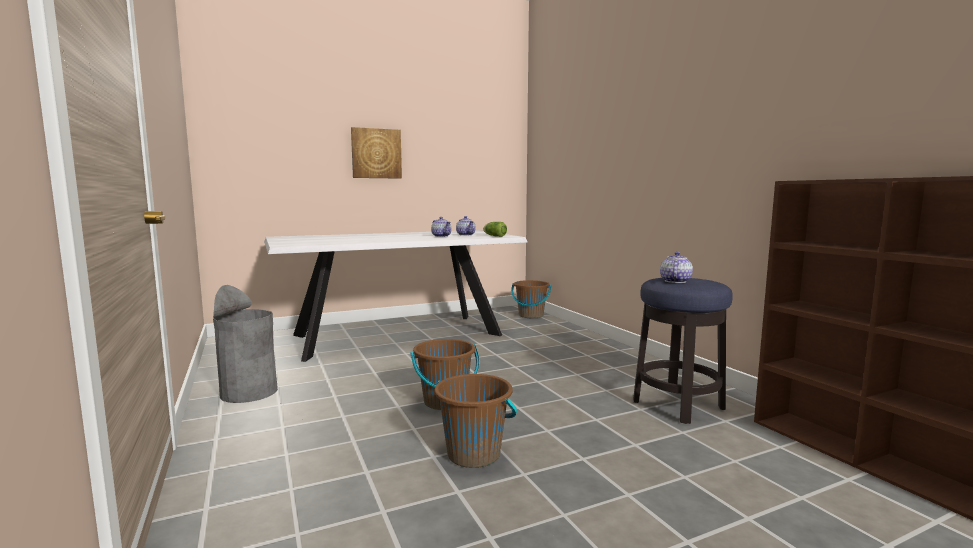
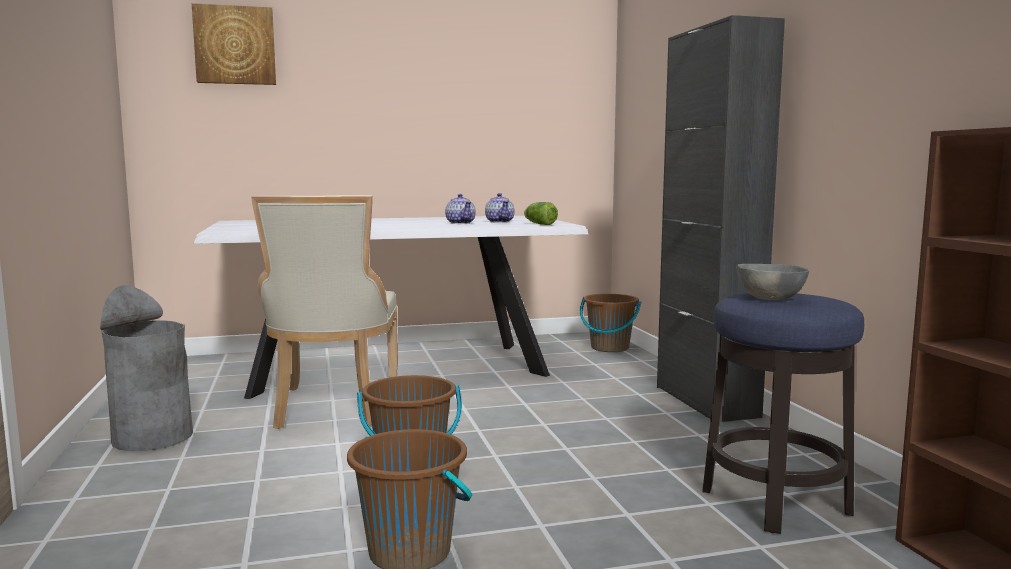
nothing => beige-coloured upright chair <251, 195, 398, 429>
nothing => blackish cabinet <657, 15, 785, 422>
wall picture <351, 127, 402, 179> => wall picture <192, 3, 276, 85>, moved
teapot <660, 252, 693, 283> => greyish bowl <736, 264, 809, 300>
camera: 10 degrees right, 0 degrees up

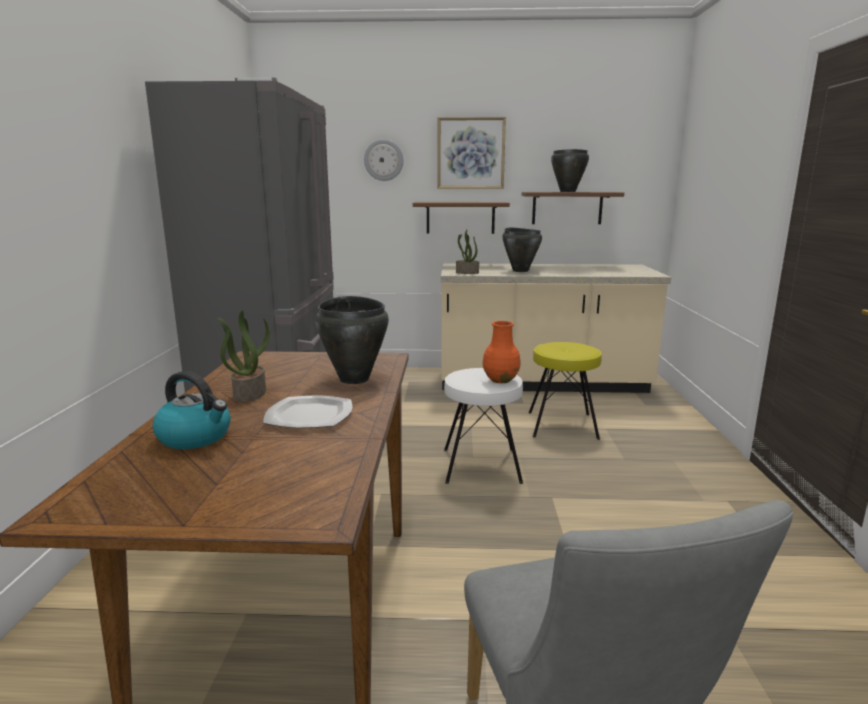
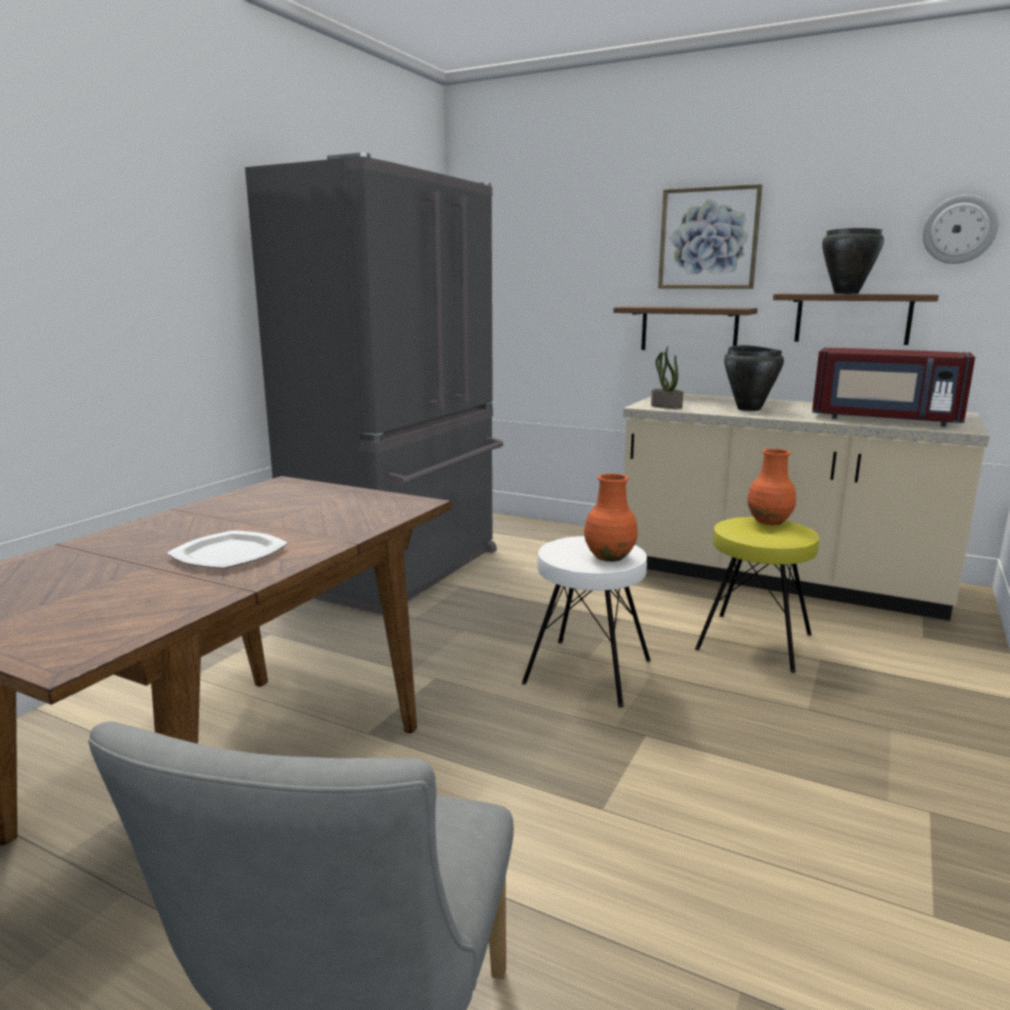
kettle <153, 371, 231, 449> => nothing
potted plant <218, 310, 270, 402> => nothing
blackish saucepot <315, 296, 389, 384> => nothing
nothing => orange-coloured vase <747, 449, 796, 525>
nothing => red-coloured microwave <812, 348, 975, 427>
wall clock <364, 139, 404, 181> => wall clock <923, 195, 999, 264>, moved
camera: 25 degrees right, 0 degrees up

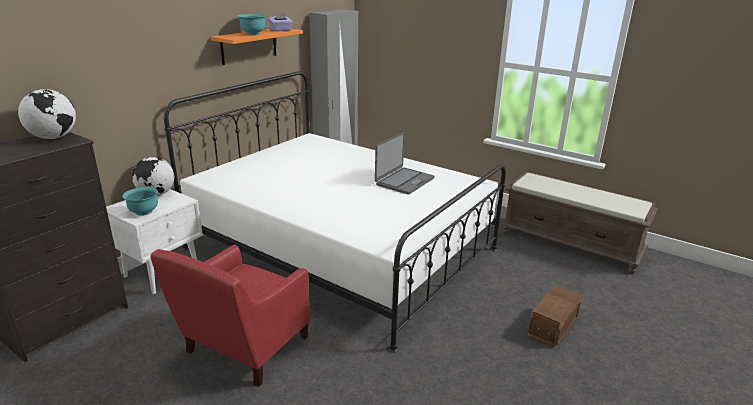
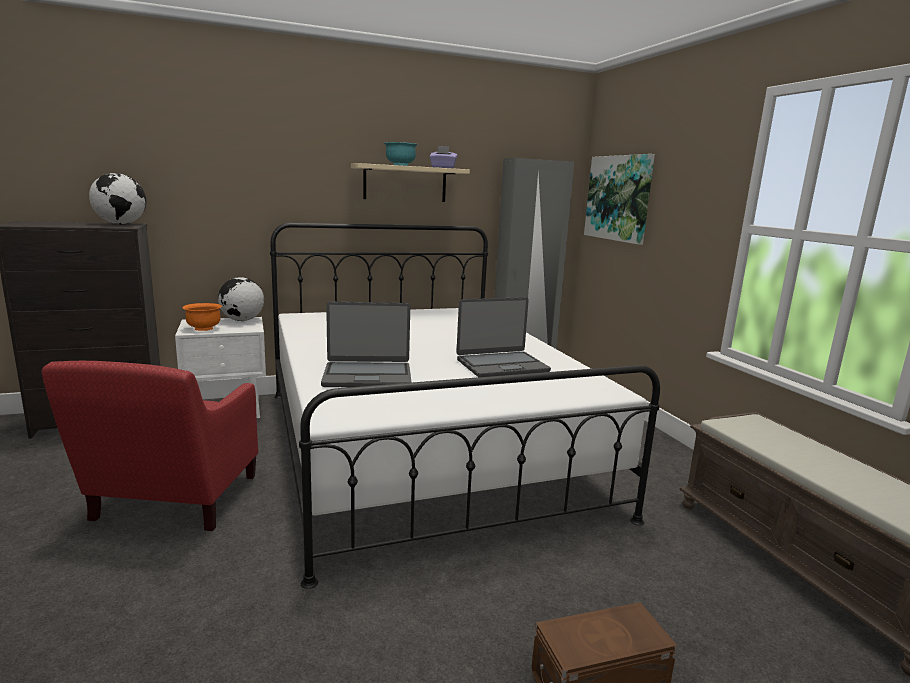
nothing => laptop <321, 302, 412, 387>
nothing => wall picture <584, 154, 655, 245>
blue-green bowl <122, 187, 158, 216> => orange-coloured bowl <182, 303, 222, 331>
orange-coloured bracket shelf <211, 29, 303, 65> => beige-coloured bracket shelf <351, 163, 470, 202>
red-coloured armchair <151, 245, 310, 387> => red-coloured armchair <42, 361, 258, 531>, 60 degrees counterclockwise
camera: 35 degrees right, 10 degrees down

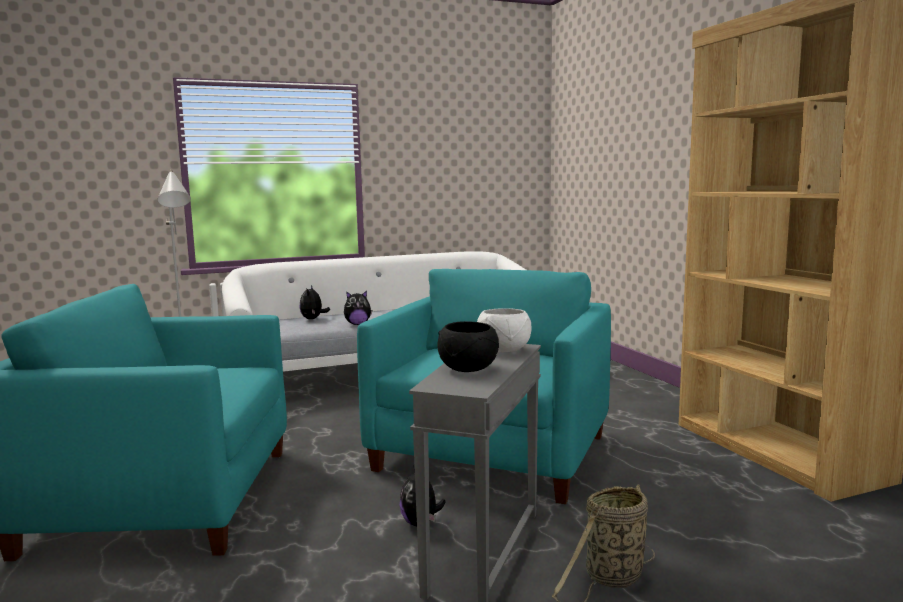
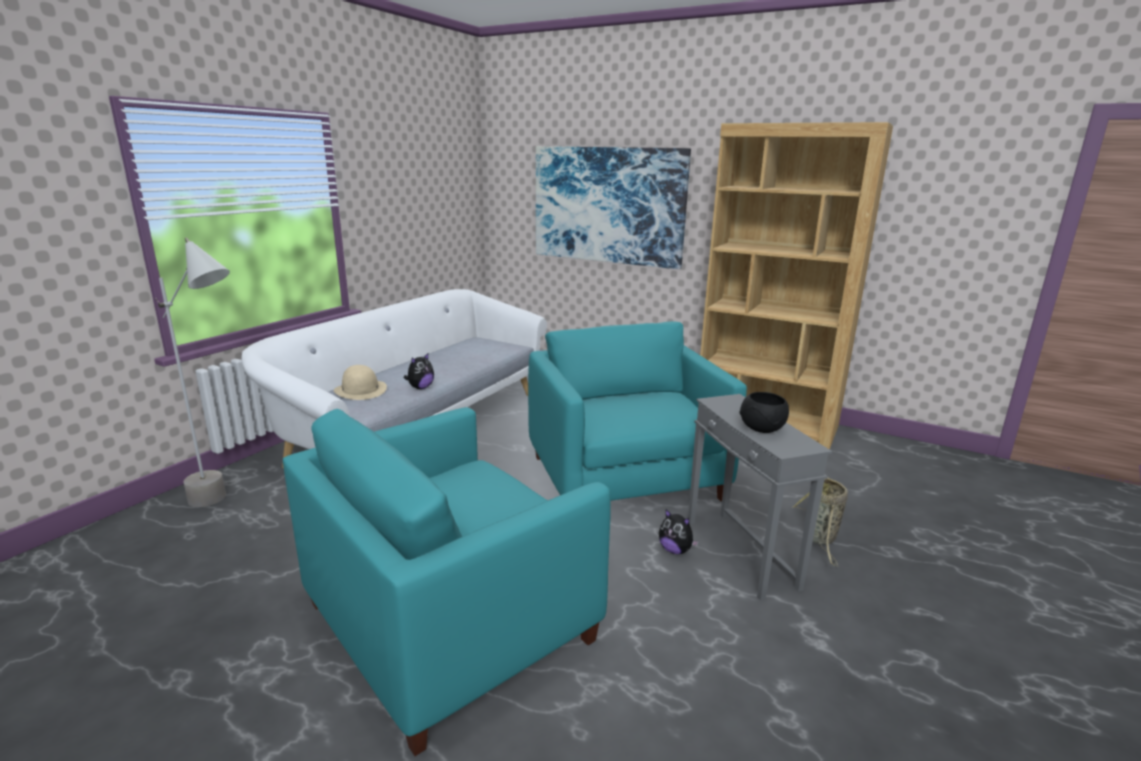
whitish bowl <477, 308, 532, 353> => nothing
nothing => wall picture <536, 146, 691, 269>
cuddly toy <299, 285, 330, 319> => beige-coloured wearable hat <334, 365, 387, 400>
camera: 40 degrees left, 10 degrees up

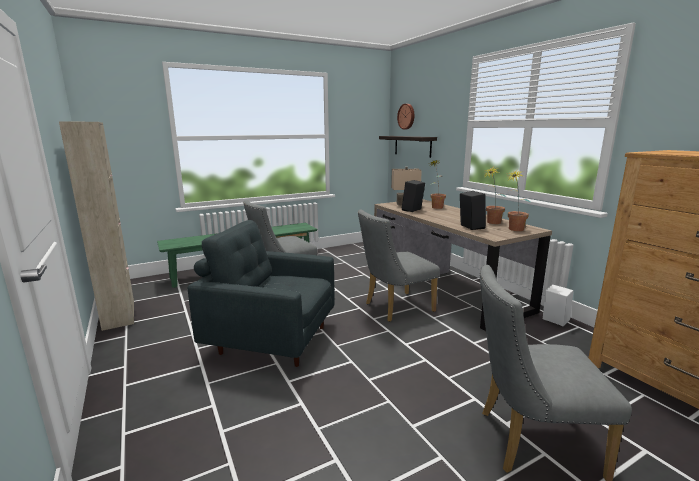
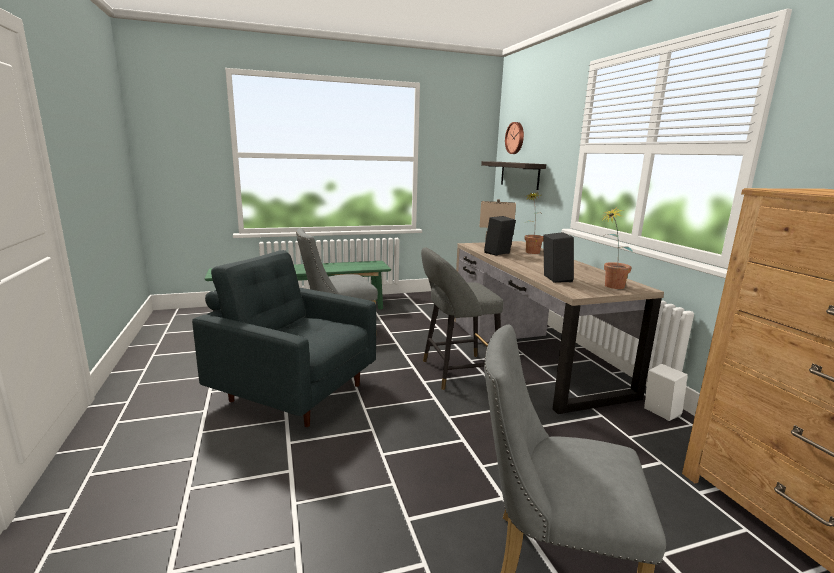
beige-coloured cabinet <59, 122, 134, 331> => nothing
potted plant <485, 167, 506, 224> => nothing
greyish upright chair <358, 209, 440, 322> => greyish stool seat <421, 247, 503, 390>
camera: 10 degrees right, 0 degrees up

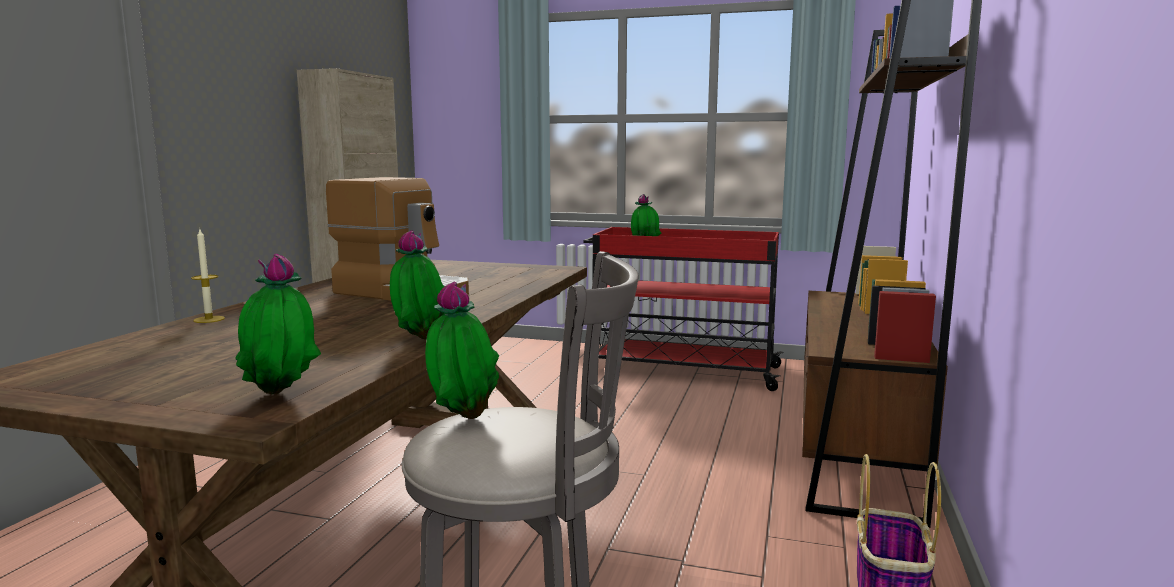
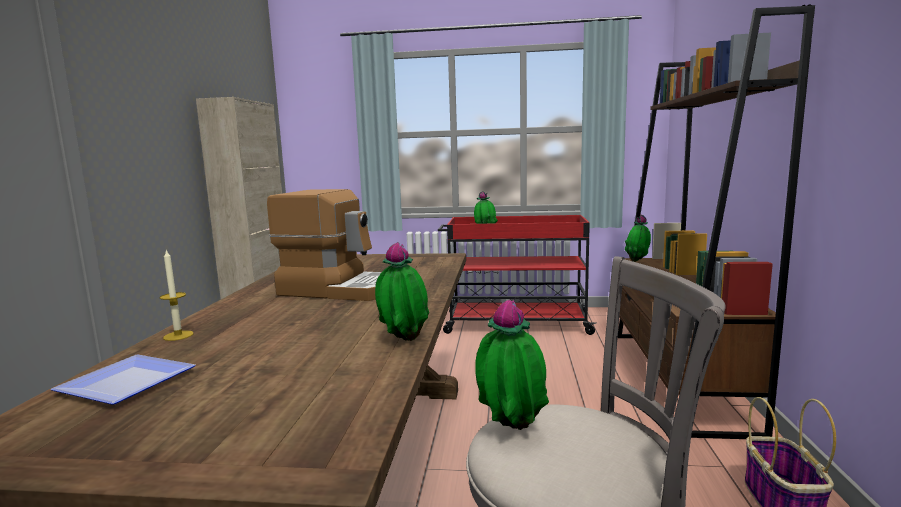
nothing => flat dish <50, 354, 195, 405>
potted plant <235, 254, 321, 394> => potted plant <625, 215, 651, 262>, moved
camera: 10 degrees left, 0 degrees up

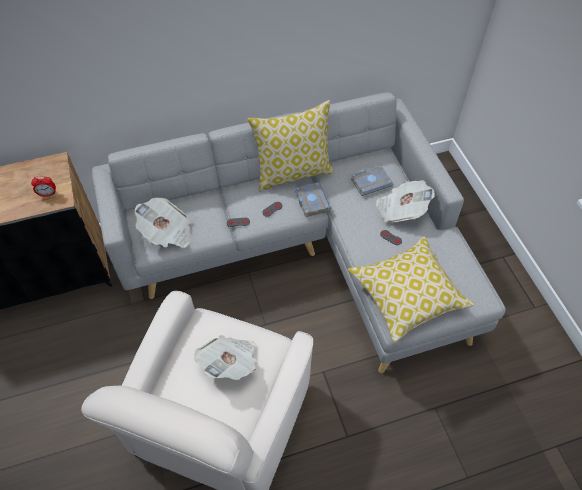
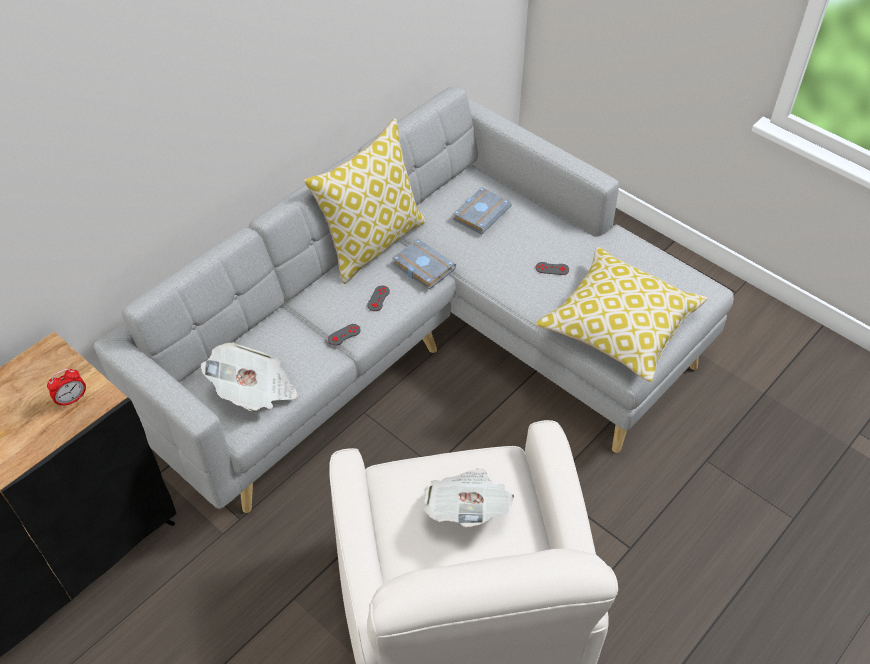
daily paper <375, 180, 435, 223> => nothing
camera: 30 degrees left, 5 degrees down

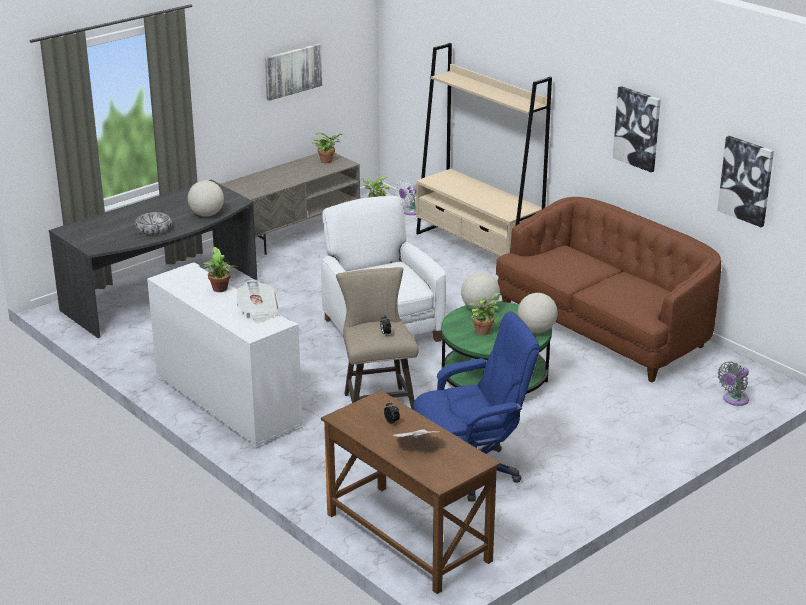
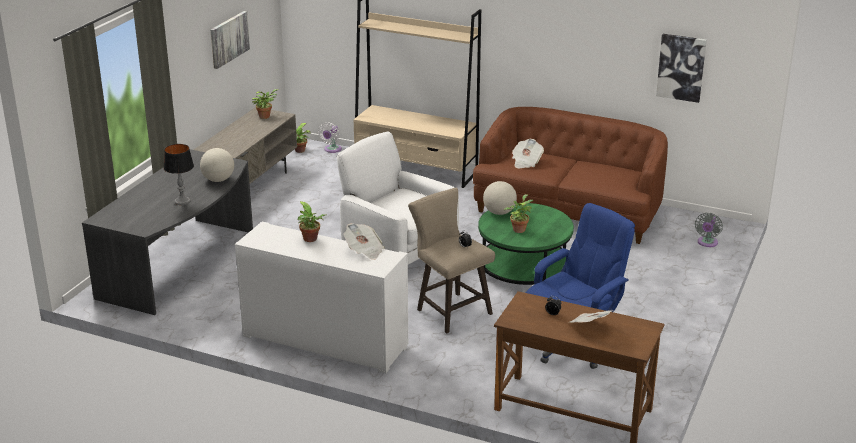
globe <517, 293, 558, 333> => nothing
wall picture <613, 86, 661, 172> => nothing
nothing => daily paper <512, 139, 544, 168>
bowl <135, 212, 172, 235> => tabletop lamp <163, 144, 194, 205>
camera: 25 degrees left, 0 degrees up

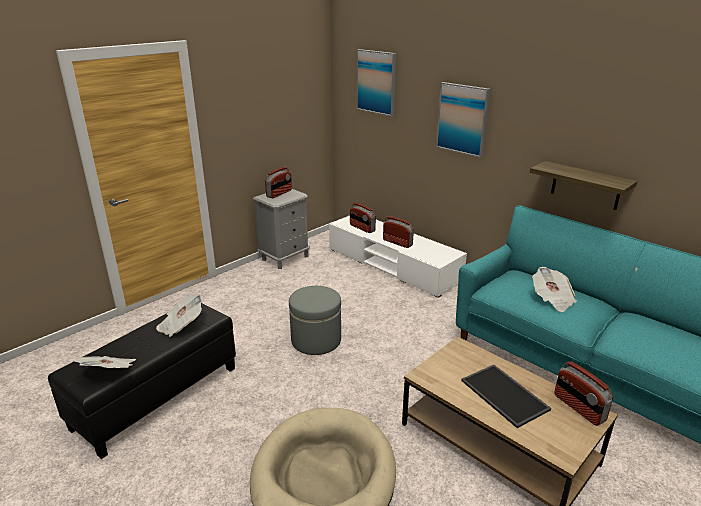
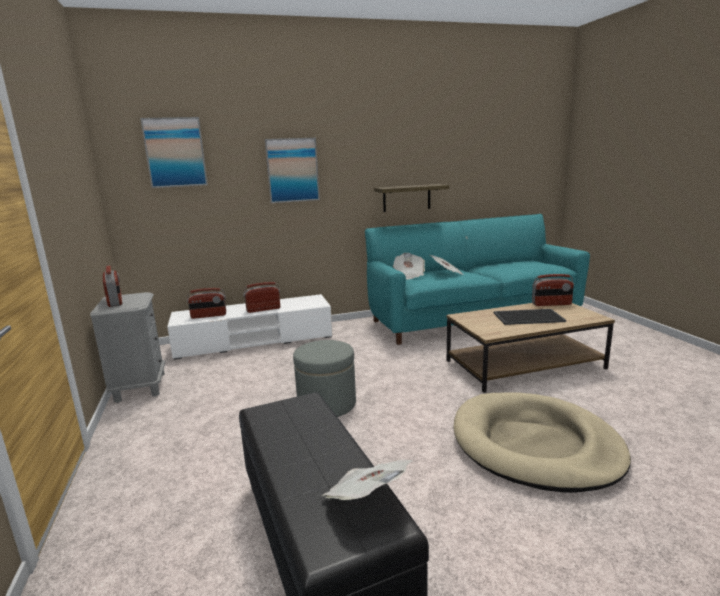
daily paper <156, 294, 204, 337> => daily paper <393, 253, 425, 279>, moved
camera: 60 degrees left, 10 degrees down

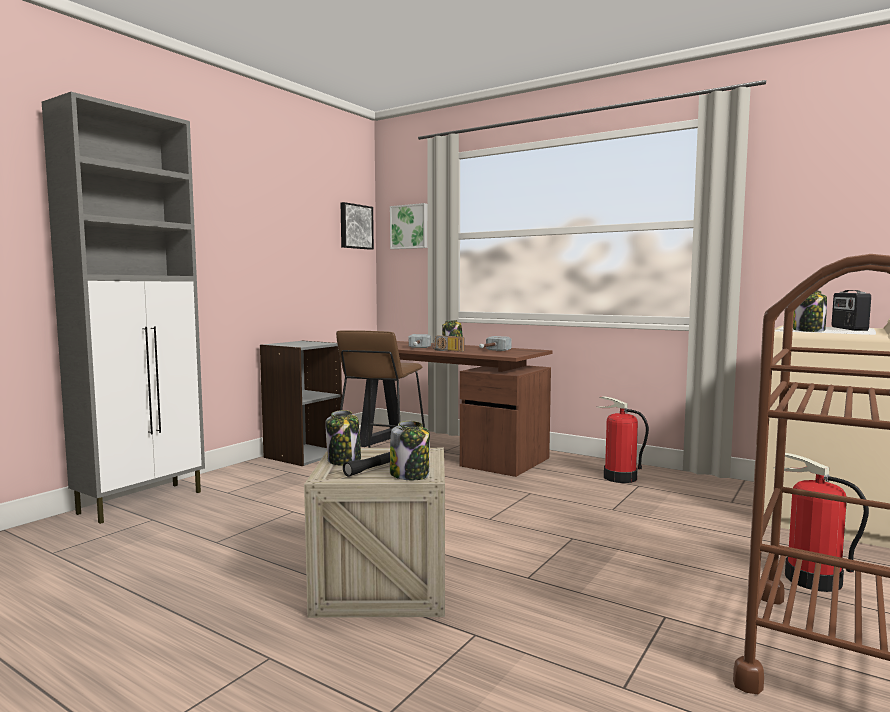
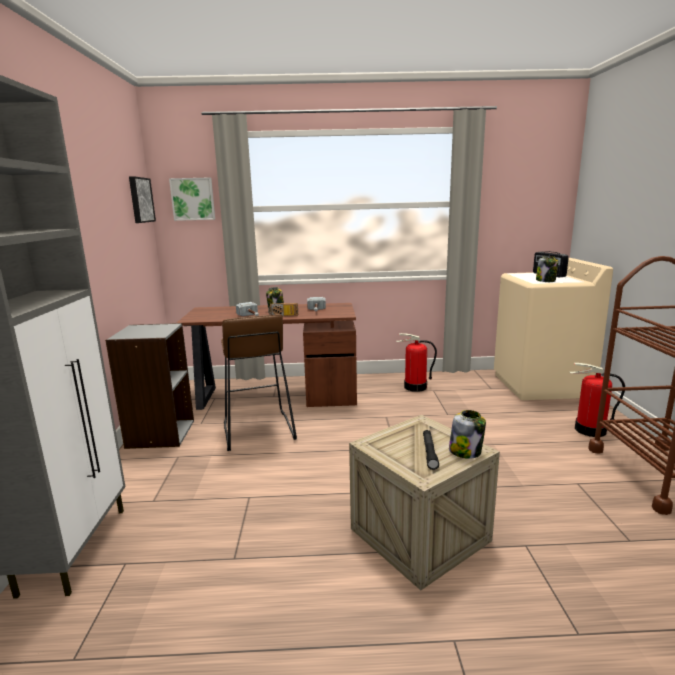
preserve jar <325, 410, 361, 466> => nothing
camera: 35 degrees left, 10 degrees up

